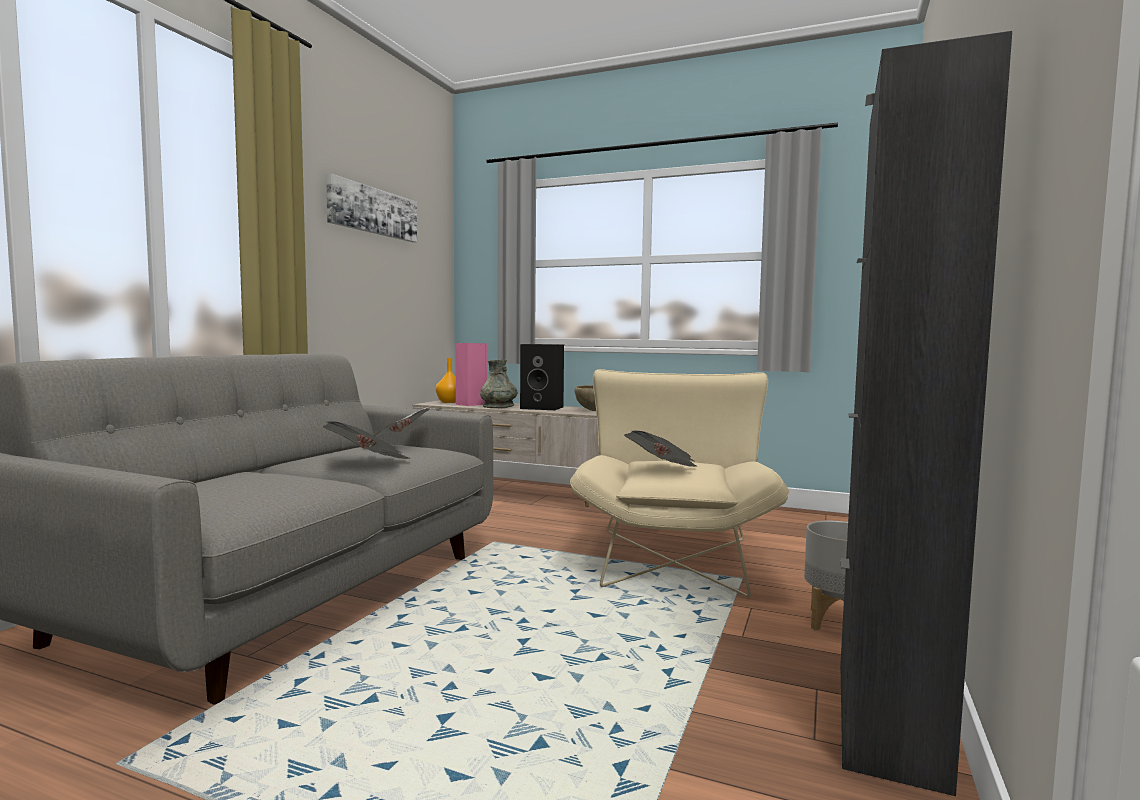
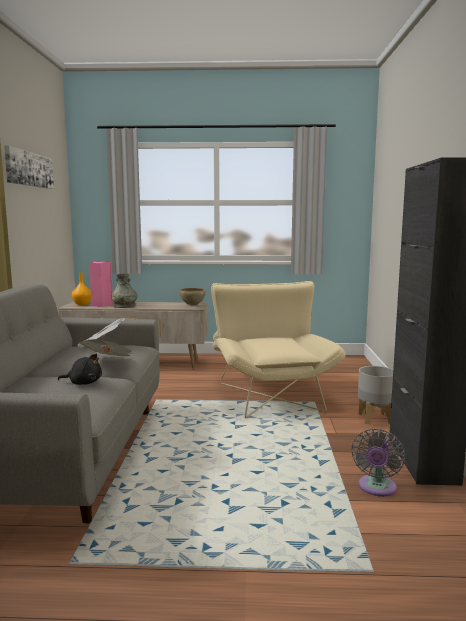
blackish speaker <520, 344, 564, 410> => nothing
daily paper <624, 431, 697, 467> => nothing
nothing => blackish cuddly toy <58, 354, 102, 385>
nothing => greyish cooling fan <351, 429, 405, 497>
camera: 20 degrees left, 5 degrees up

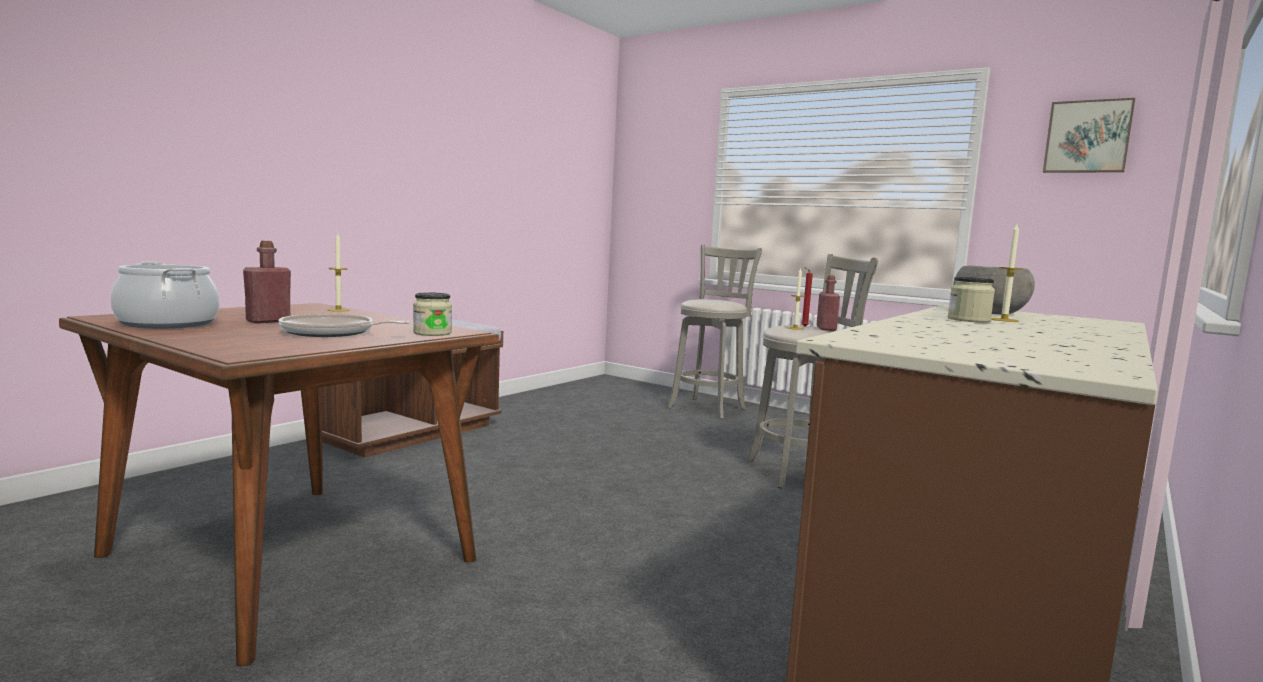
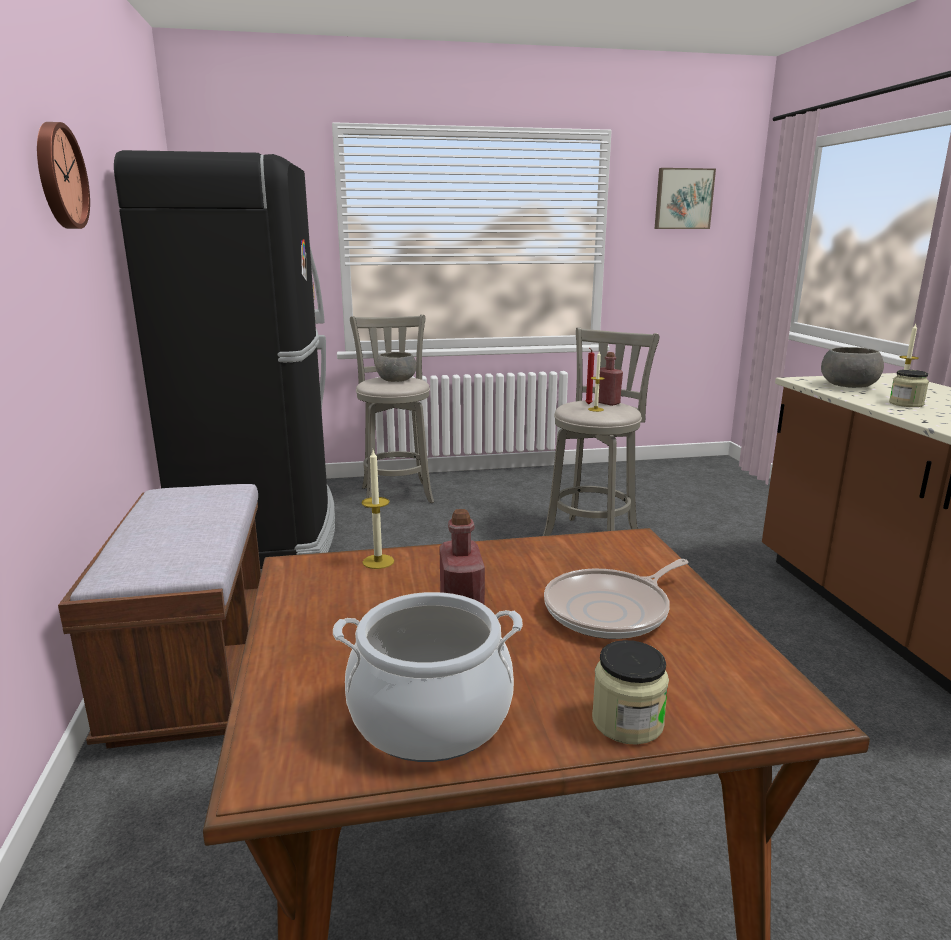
nothing => wall clock <37, 122, 90, 229>
nothing => blackish refrigerator <114, 150, 335, 569>
nothing => greyish bowl <375, 352, 417, 382>
preserve jar <413, 292, 452, 336> => preserve jar <592, 640, 669, 745>, moved
camera: 45 degrees left, 10 degrees up

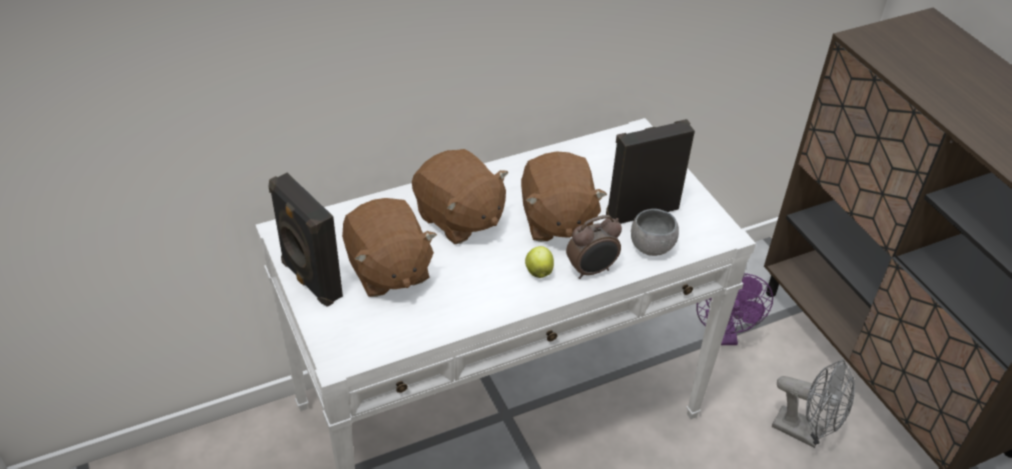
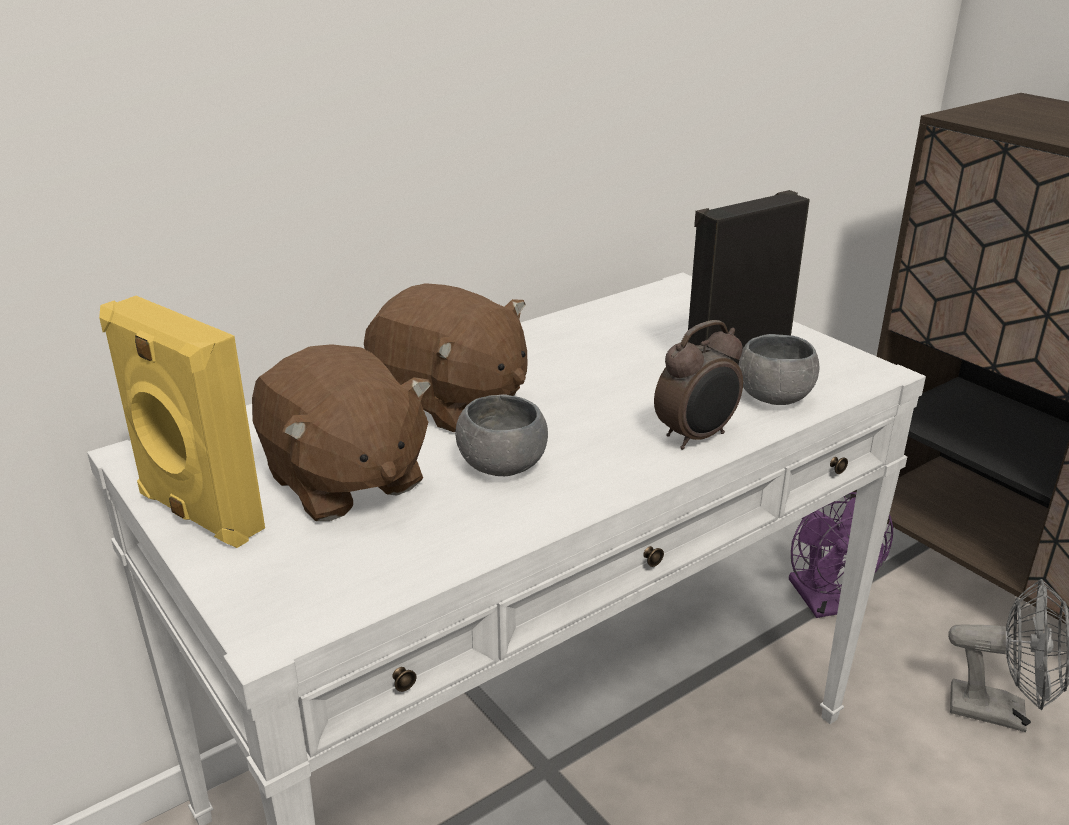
brown cuddly toy <521, 151, 607, 242> => nothing
apple fruit <525, 246, 554, 278> => nothing
nothing => greyish bowl <455, 394, 548, 476>
blackish speaker <268, 173, 343, 307> => yellowish speaker <99, 296, 265, 548>
camera: 10 degrees left, 15 degrees down

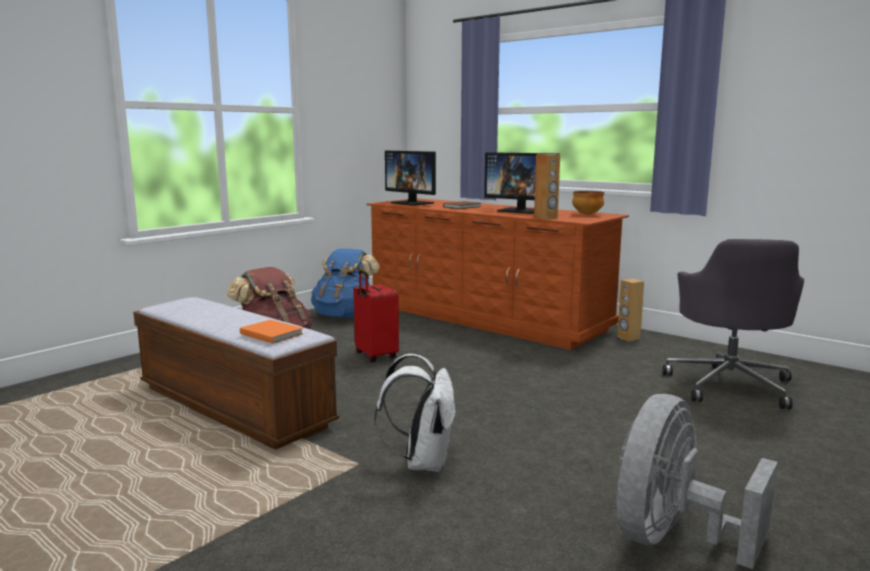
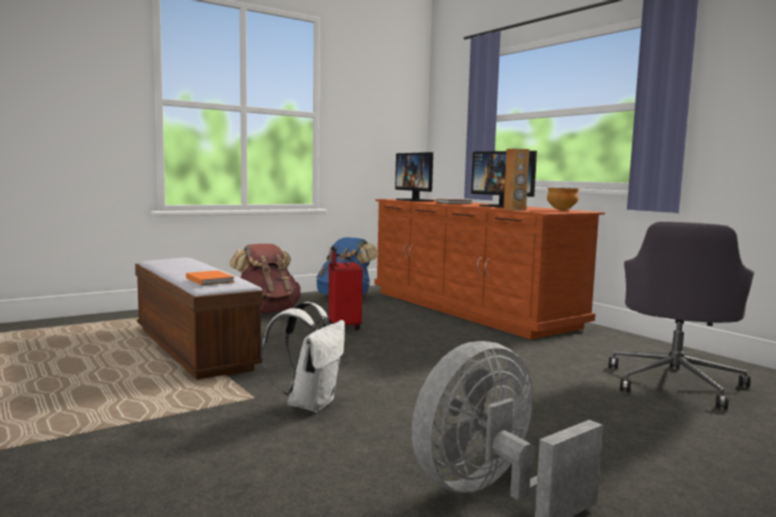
brown speaker <617, 278, 644, 342> => nothing
camera: 15 degrees right, 5 degrees down

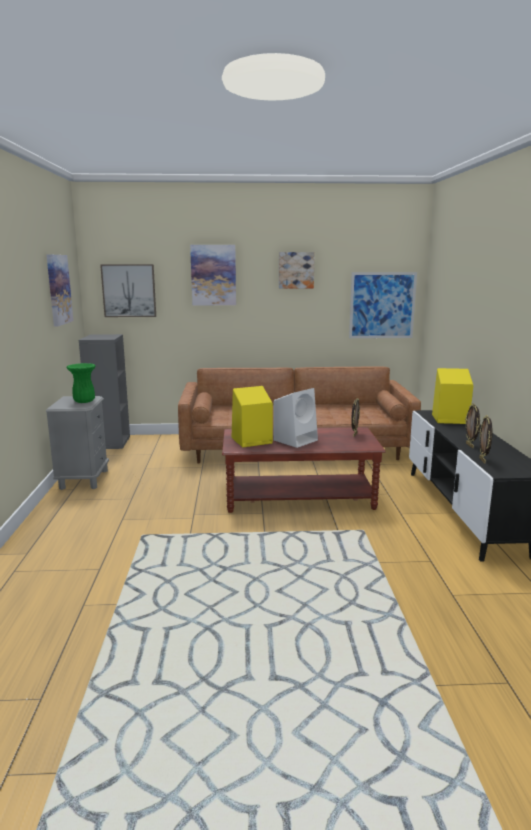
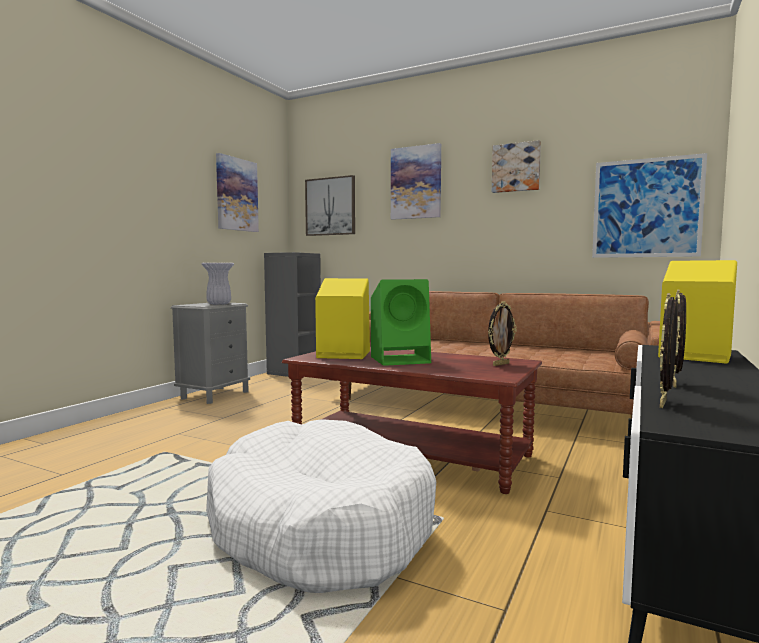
nothing => whitish dog bed <206, 419, 436, 593>
green-coloured vase <66, 363, 96, 403> => whitish vase <202, 263, 234, 305>
whitish speaker <274, 388, 318, 448> => green-coloured speaker <371, 279, 431, 366>
camera: 30 degrees right, 10 degrees down

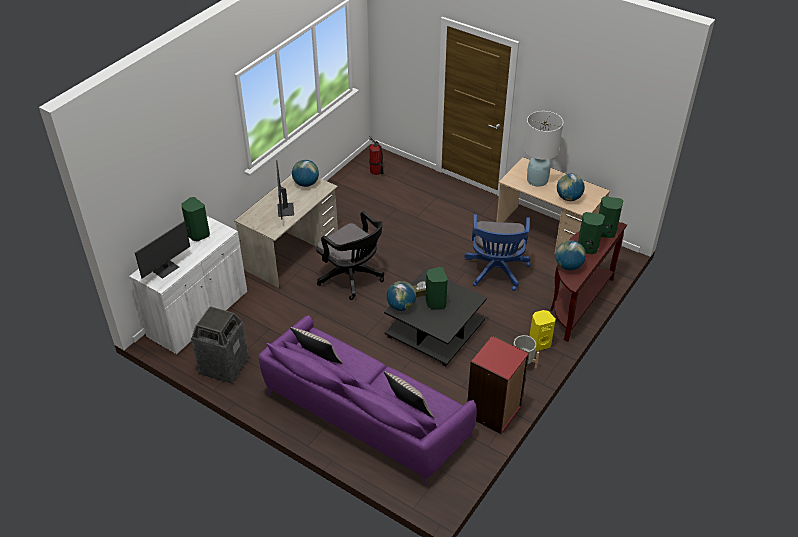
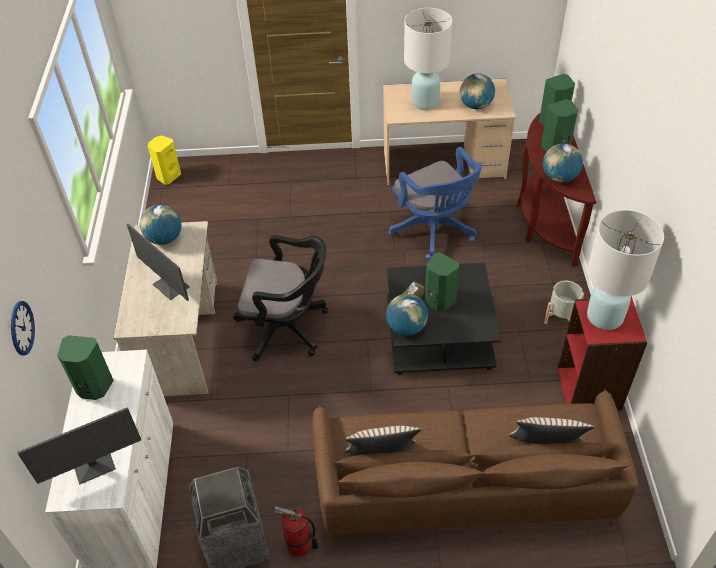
nothing => wall clock <11, 301, 35, 356>
nothing => whitish tabletop lamp <587, 210, 664, 330>
fire-fighting cylinder <369, 135, 383, 175> => fire-fighting cylinder <274, 506, 318, 557>, moved
yellowish speaker <530, 310, 556, 351> => yellowish speaker <148, 135, 181, 185>, moved
purplish settee <259, 315, 477, 486> => brown settee <312, 389, 638, 543>
computer screen <135, 221, 190, 279> => computer screen <17, 407, 141, 485>, 60 degrees clockwise
camera: 35 degrees left, 5 degrees up

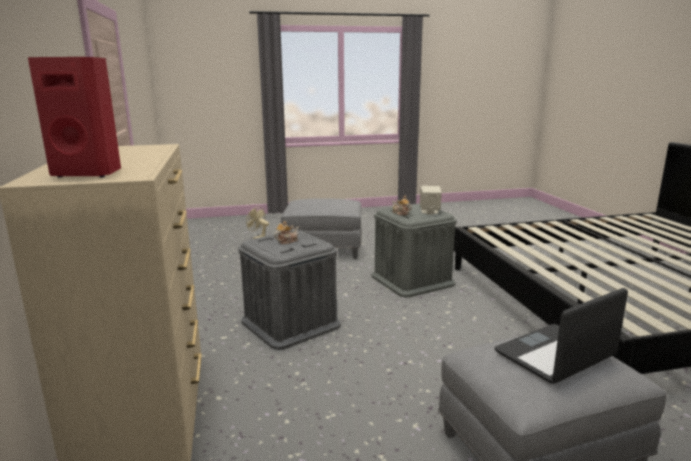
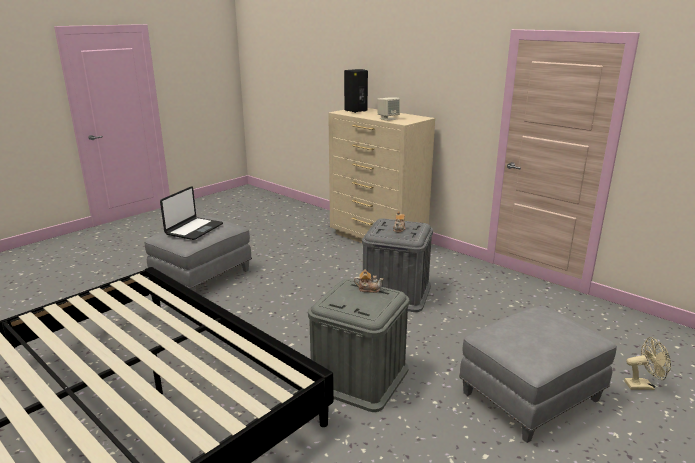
beige-coloured speaker <420, 186, 442, 215> => beige-coloured speaker <377, 97, 400, 121>, moved
red-coloured speaker <28, 57, 121, 178> => blackish speaker <344, 69, 368, 113>
camera: 145 degrees right, 5 degrees up

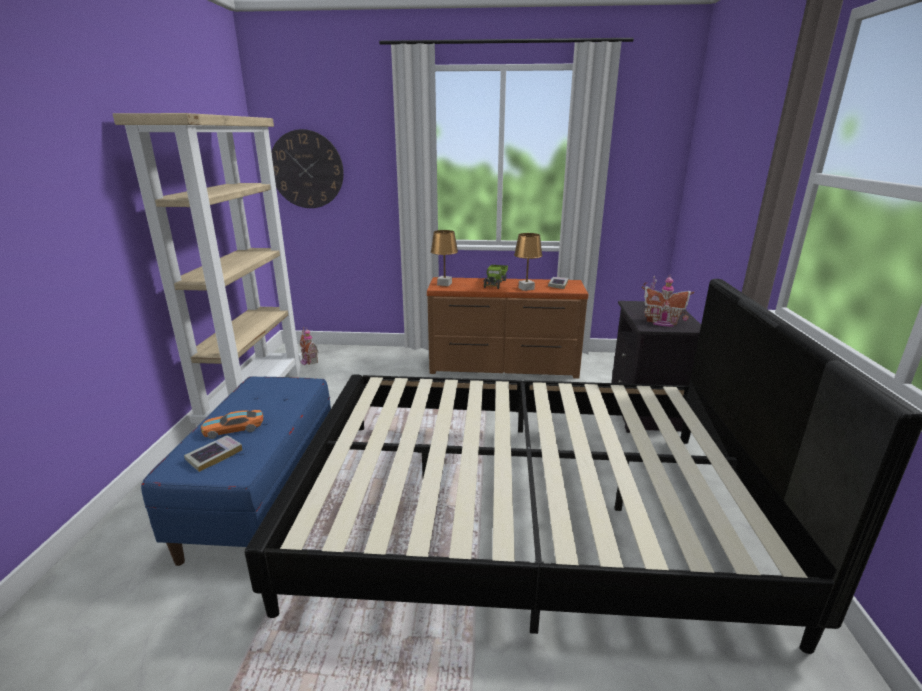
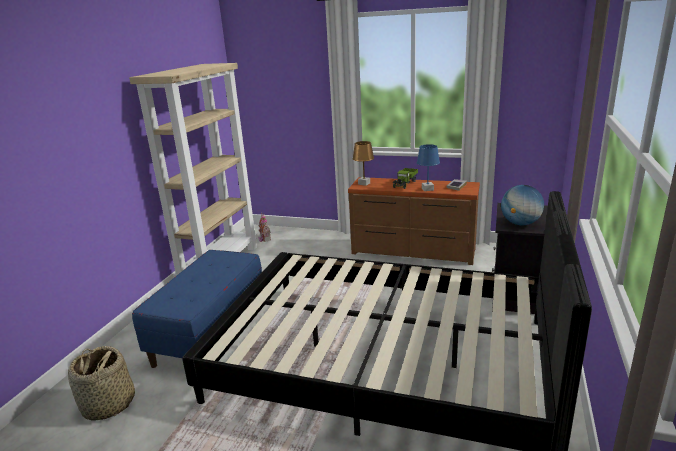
volume <184, 435, 242, 472> => nothing
model car <201, 410, 263, 439> => nothing
wall clock <271, 129, 344, 208> => nothing
nothing => basket <68, 346, 135, 421>
toy house <642, 275, 694, 327> => globe <501, 185, 544, 225>
brown tabletop lamp <514, 233, 543, 291> => bluish tabletop lamp <417, 144, 440, 191>
camera: 15 degrees right, 0 degrees up

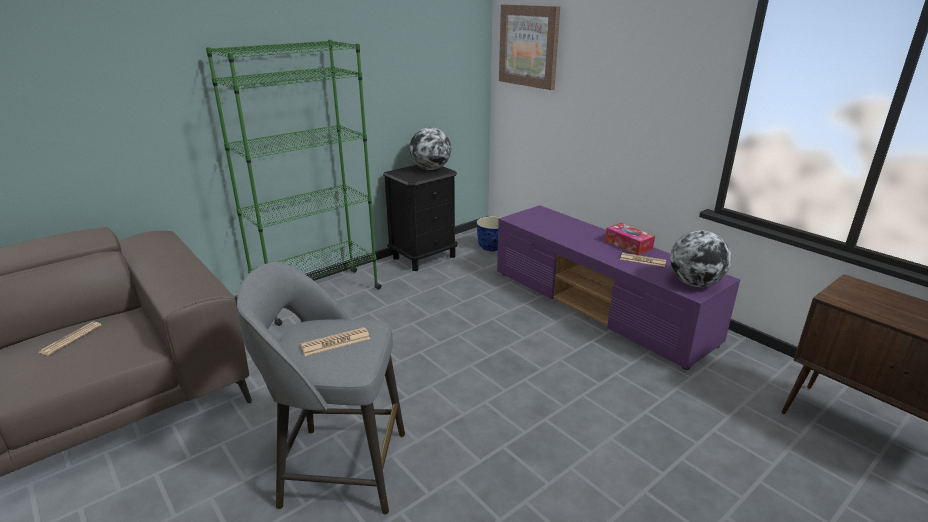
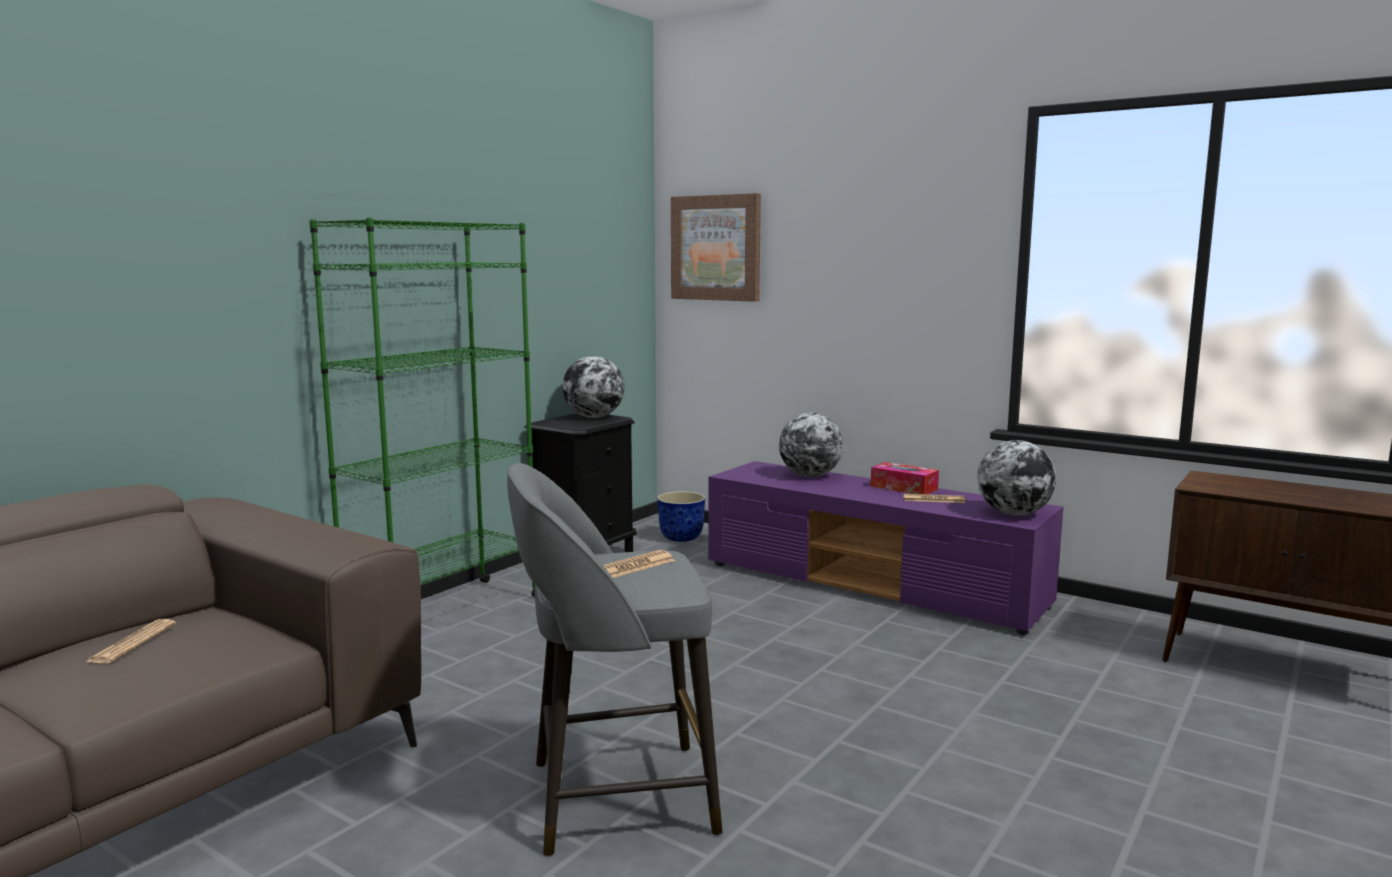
nothing => globe <779, 413, 843, 477>
camera: 15 degrees left, 15 degrees down

